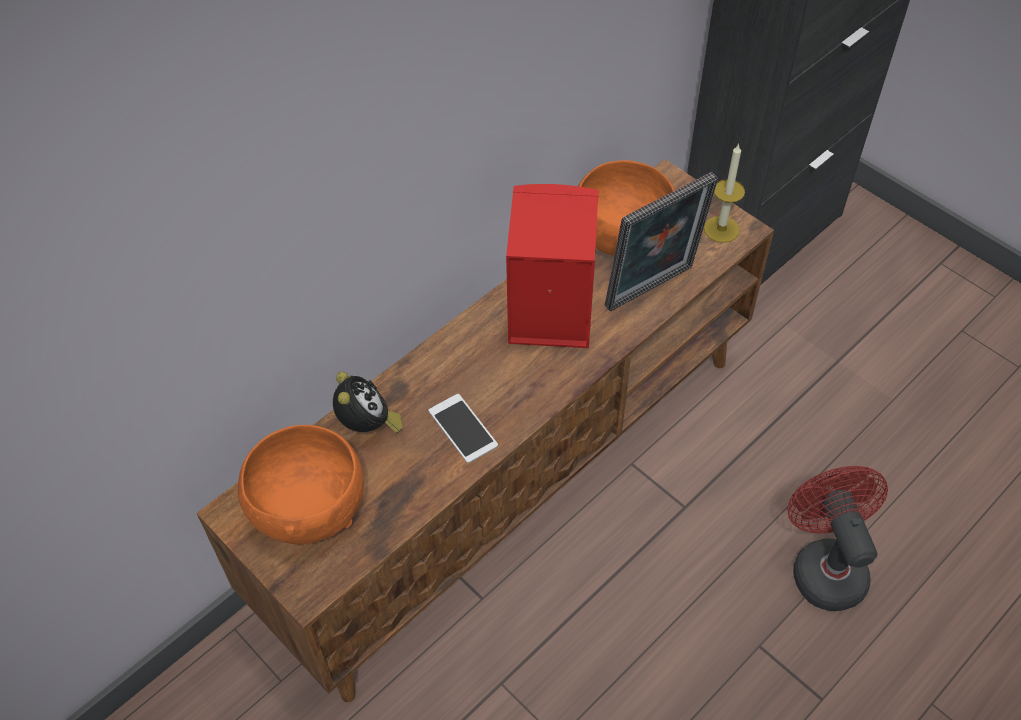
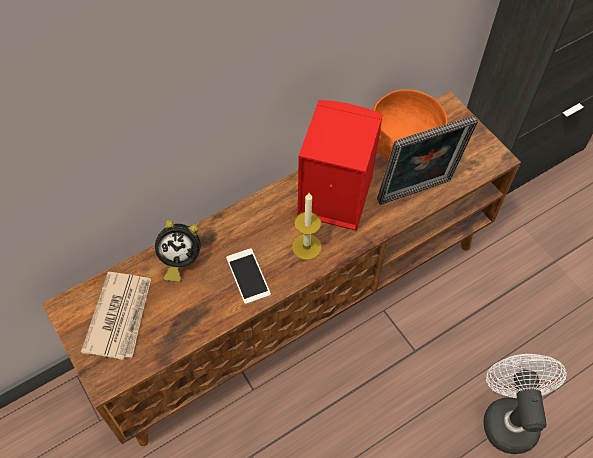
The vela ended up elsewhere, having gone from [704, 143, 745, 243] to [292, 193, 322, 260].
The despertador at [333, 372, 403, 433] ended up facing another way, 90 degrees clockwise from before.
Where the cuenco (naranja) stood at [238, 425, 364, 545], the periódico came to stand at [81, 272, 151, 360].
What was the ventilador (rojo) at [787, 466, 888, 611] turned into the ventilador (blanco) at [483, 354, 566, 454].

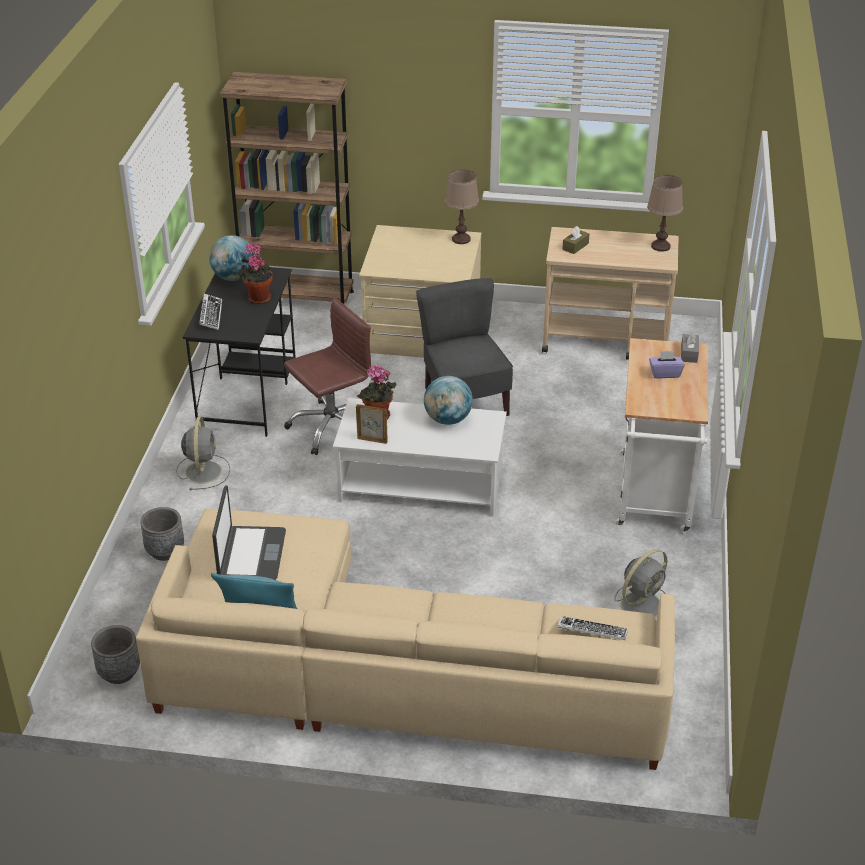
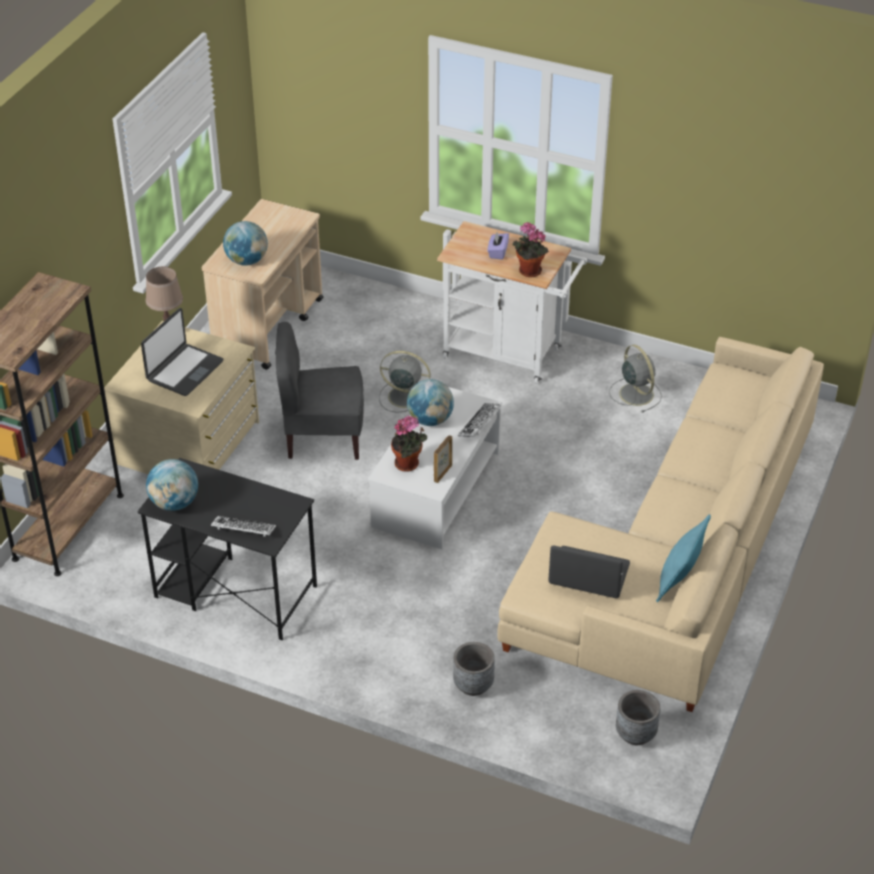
The second view lost the lámpara de mesa (marrón) at [647, 175, 683, 252].
Where the caja de pañuelos (marrón) stood at [562, 226, 589, 254], the globo terráqueo came to stand at [223, 221, 268, 266].
The planta en maceta ended up elsewhere, having gone from [240, 243, 273, 304] to [513, 222, 549, 277].
The second view lost the silla de oficina (marrón) at [284, 298, 371, 455].
The second view lost the caja de pañuelos (gris) at [681, 331, 699, 363].
The ventilador (gris) ended up elsewhere, having gone from [176, 417, 230, 491] to [379, 351, 430, 413].
The teclado ended up elsewhere, having gone from [557, 616, 628, 641] to [458, 403, 501, 437].
The second view gained the portátil at [141, 308, 224, 396].

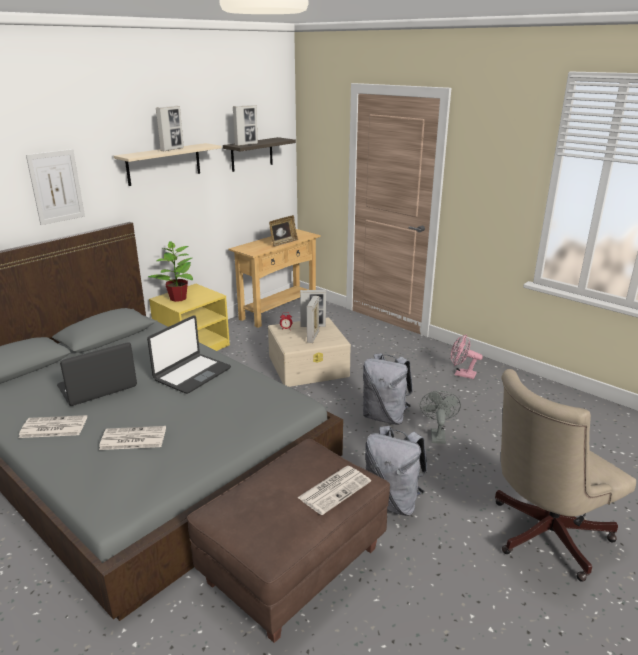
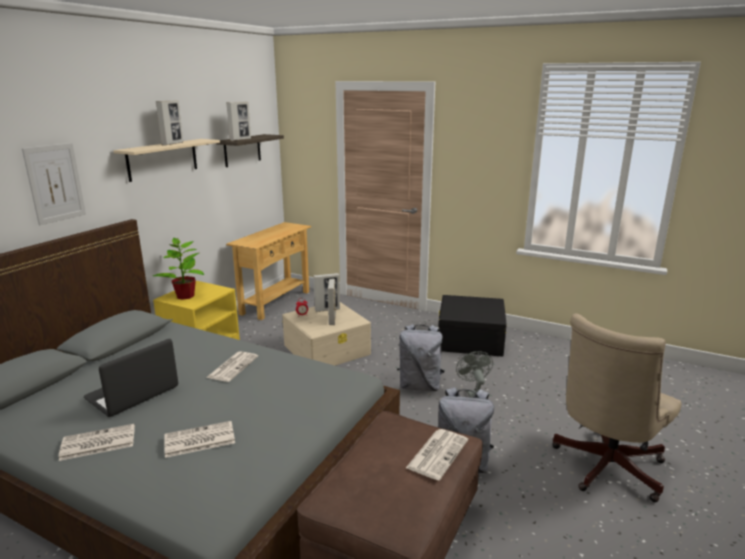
The second view lost the portarretratos at [269, 215, 298, 247].
Where the portátil stood at [147, 315, 231, 394], the periódico came to stand at [206, 351, 258, 382].
Where the ventilador (rosa) stood at [451, 334, 483, 379], the caja de almacenaje (negro) came to stand at [438, 295, 507, 357].

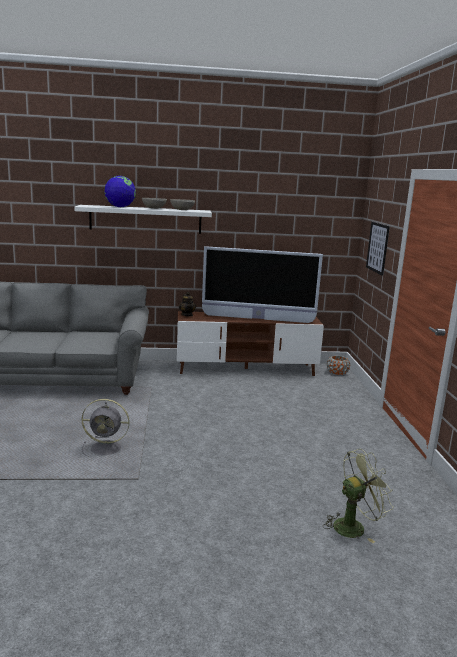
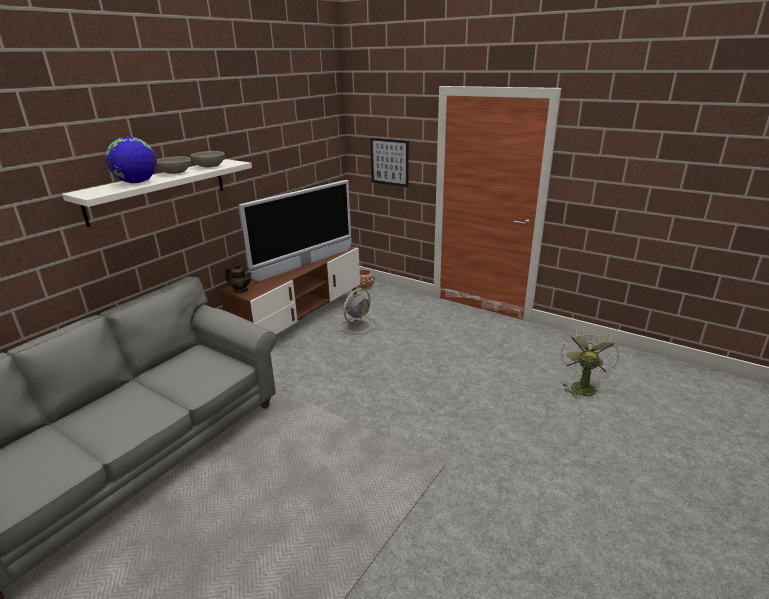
The ventilador (gris) ended up elsewhere, having gone from [82, 399, 130, 457] to [341, 288, 377, 335].

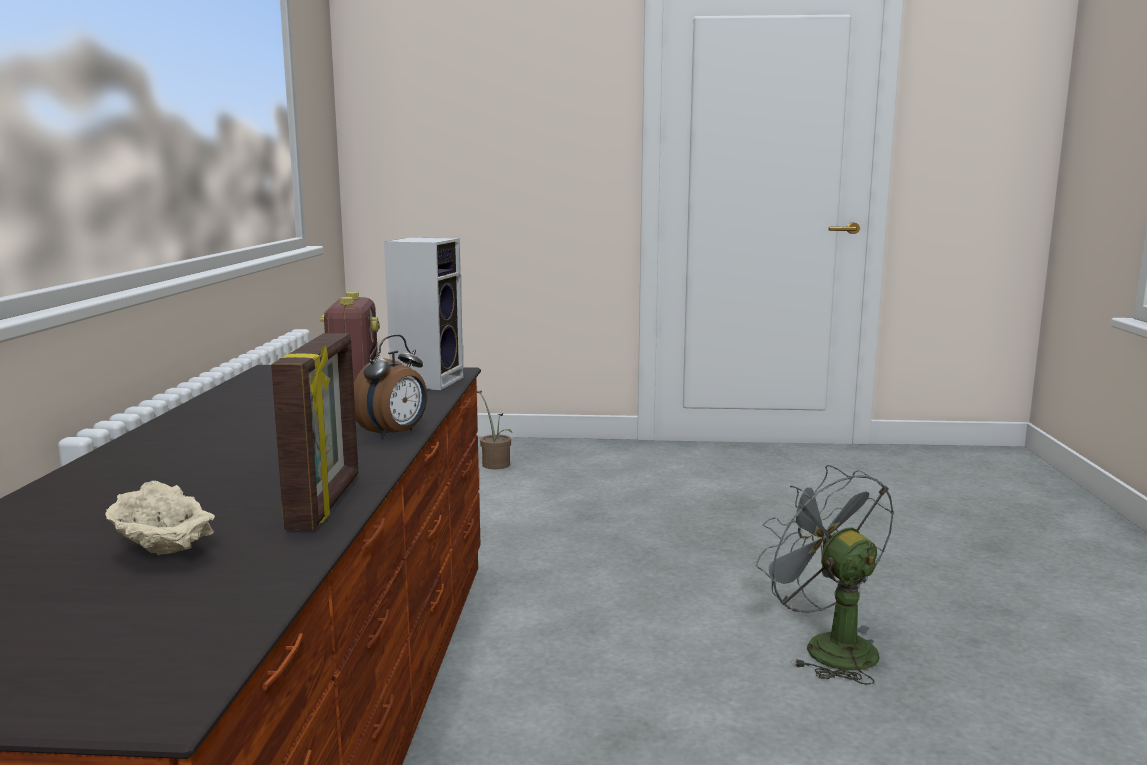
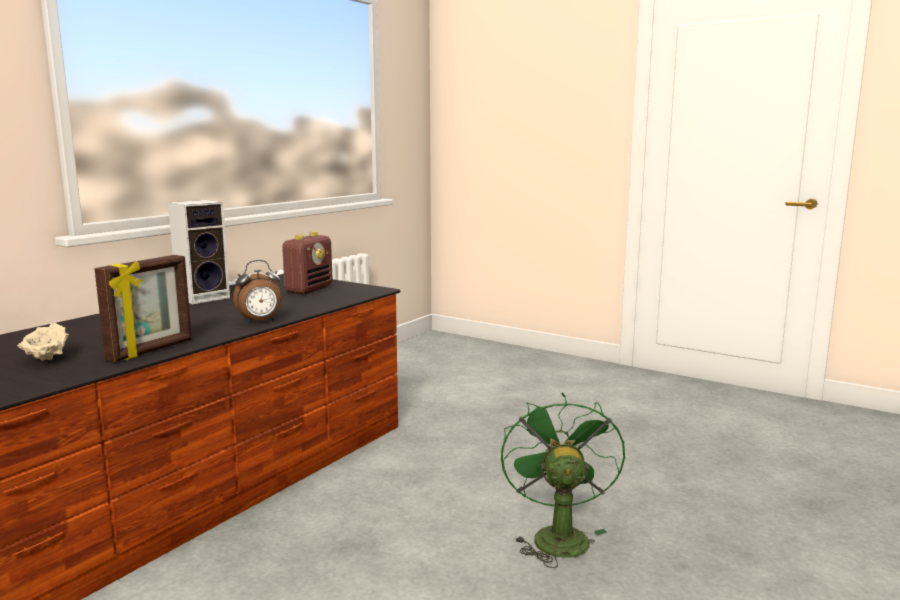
The altavoz ended up elsewhere, having gone from [384, 237, 463, 390] to [168, 200, 230, 304].
The second view lost the planta en maceta at [477, 390, 512, 469].
What was the ventilador (gris) at [756, 465, 894, 685] turned into the ventilador (verde) at [501, 393, 625, 568].

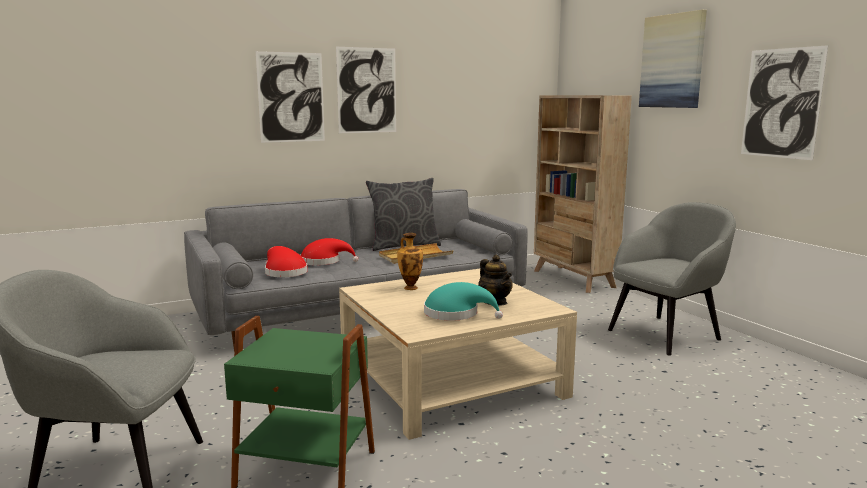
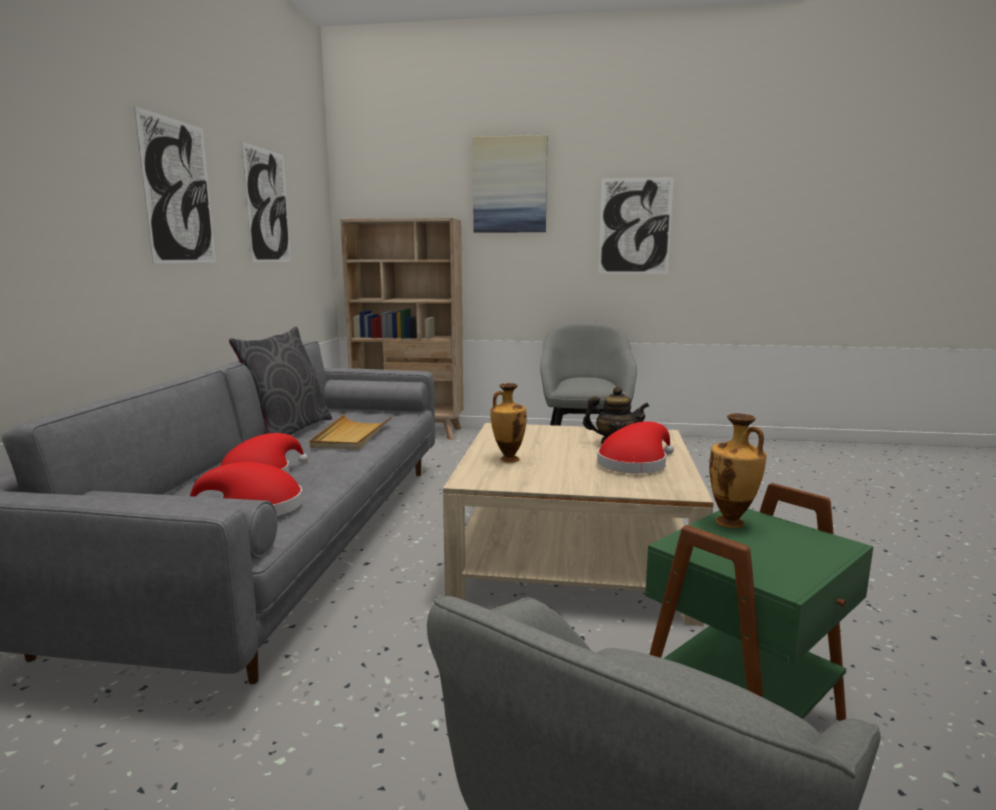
The cuadro ended up elsewhere, having gone from [256, 51, 325, 143] to [242, 142, 291, 262].
What was the sombrero (turquesa) at [424, 282, 503, 321] turned into the sombrero (rojo) at [597, 421, 674, 474].
The second view gained the florero at [709, 413, 767, 528].

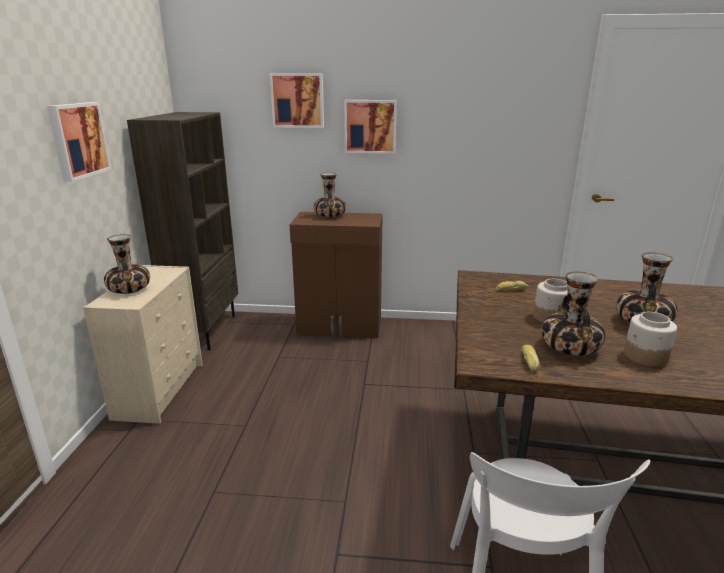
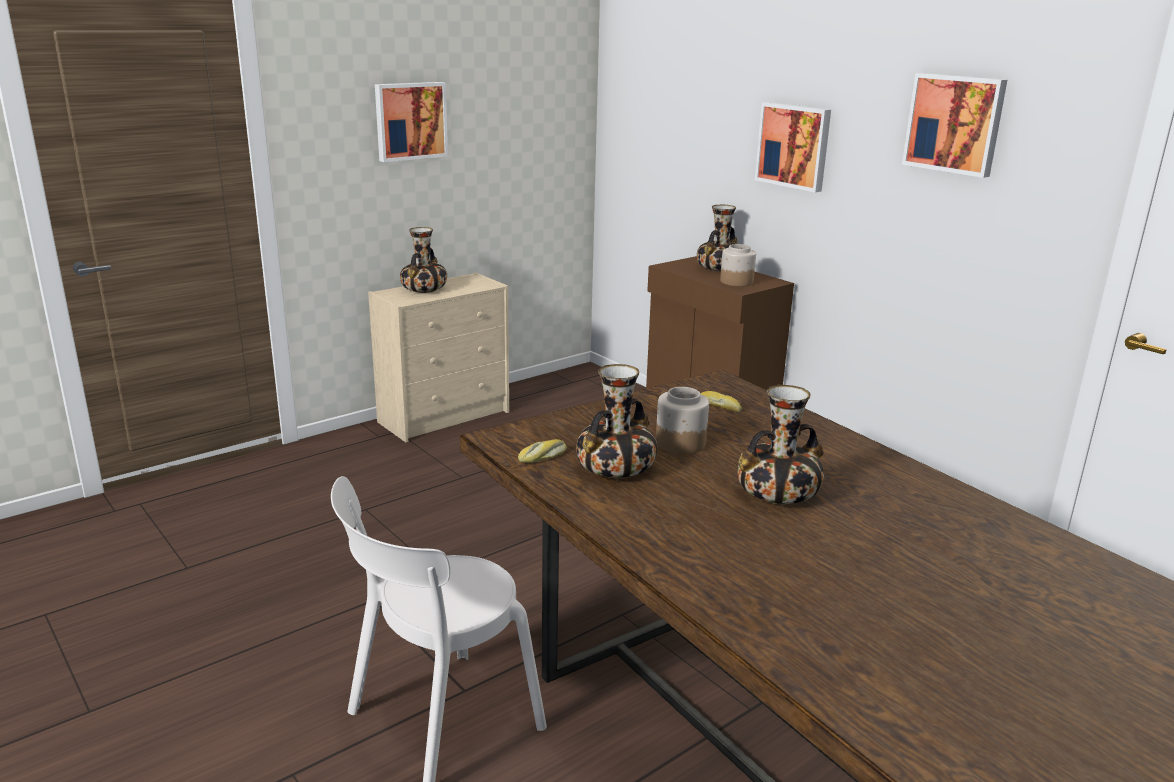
The cuadro ended up elsewhere, having gone from [270, 73, 324, 128] to [902, 73, 1007, 178].
The second view lost the estantería (marrón) at [127, 112, 238, 350].
The tarro ended up elsewhere, having gone from [624, 312, 677, 367] to [720, 244, 756, 287].

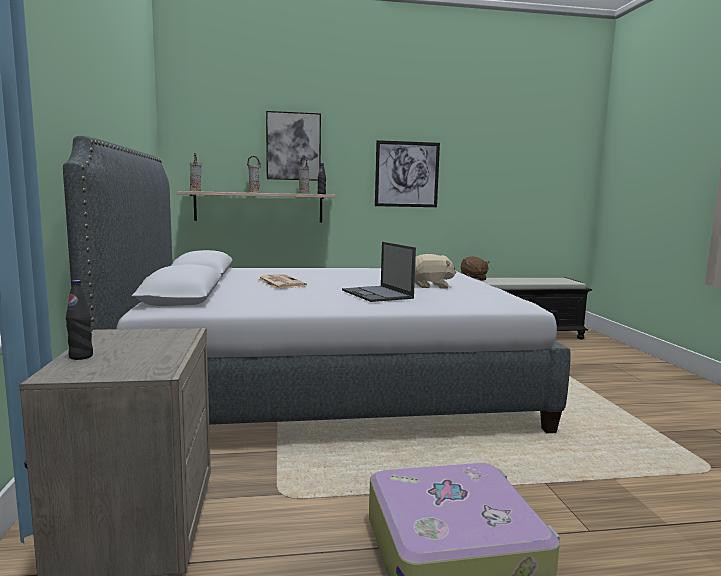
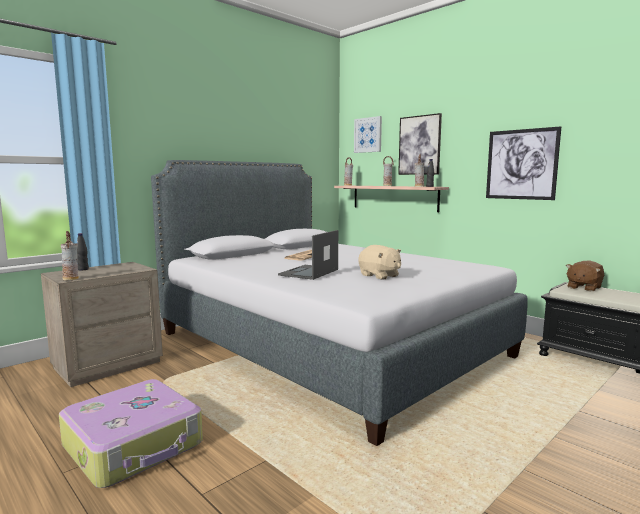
The second view gained the cuadro at [354, 116, 382, 153].
The second view gained the florero at [61, 231, 79, 280].

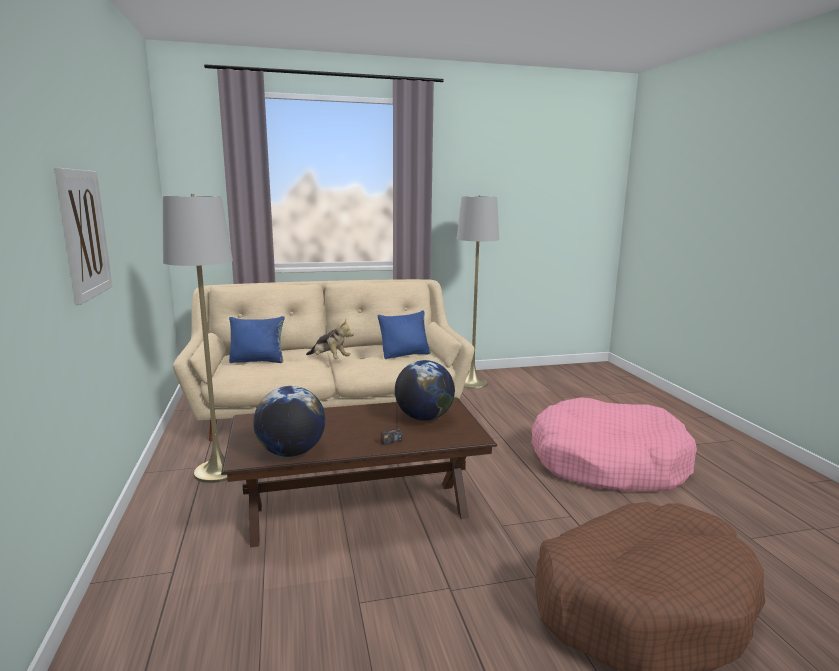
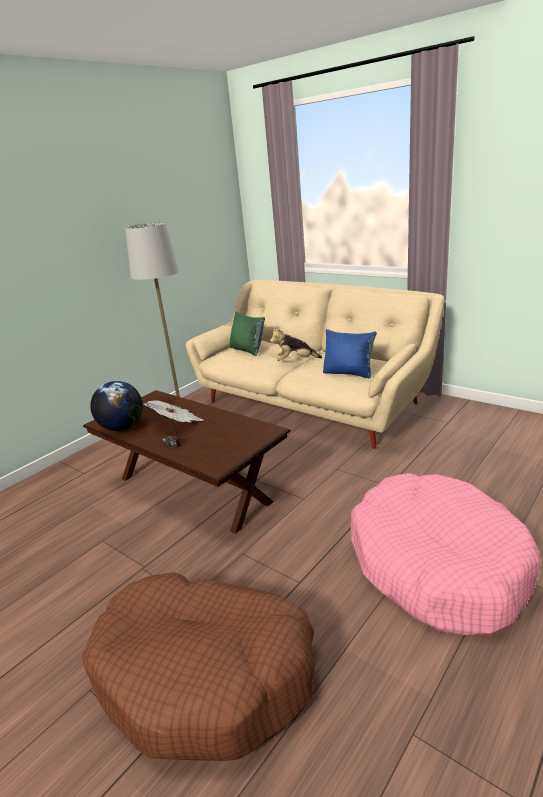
The second view lost the cuadro at [54, 168, 112, 305].
The second view lost the lámpara de pie (gris) at [456, 195, 499, 389].
What was the cojín (azul) at [229, 316, 285, 363] turned into the cojín (verde) at [230, 311, 265, 356].
The peluche at [306, 319, 354, 359] ended up facing another way, 90 degrees clockwise from before.
The second view lost the globo terráqueo at [395, 360, 455, 421].
The second view gained the periódico at [144, 400, 204, 423].

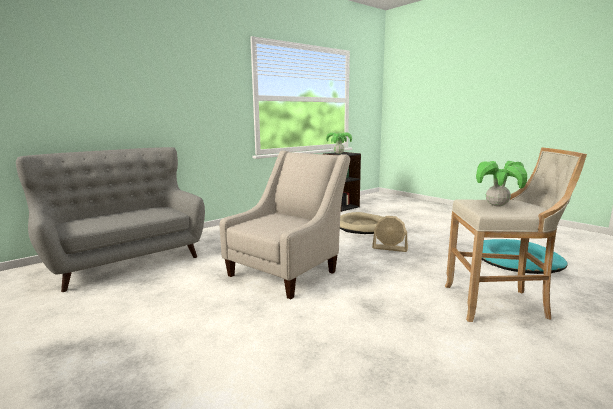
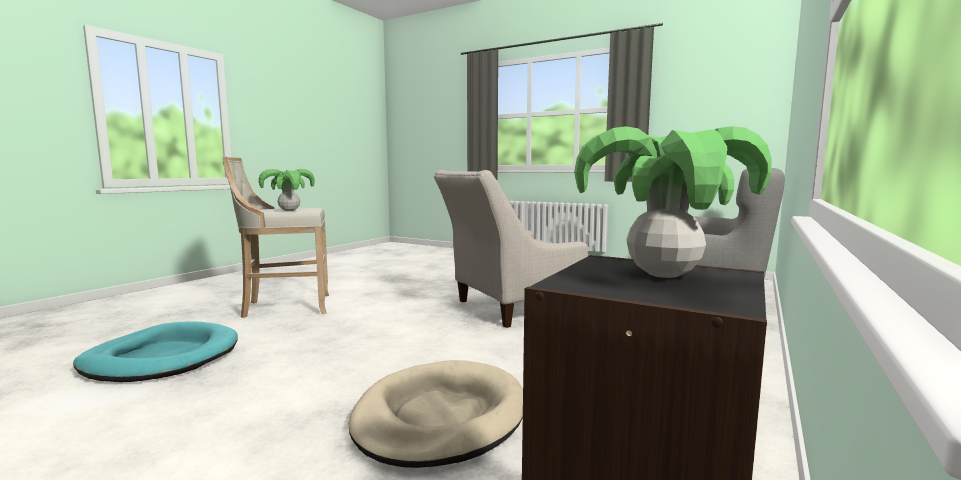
The sillón (beis) at [220, 151, 350, 299] ended up facing another way, 45 degrees clockwise from before.
The second view lost the ventilador (beis) at [372, 216, 408, 252].

